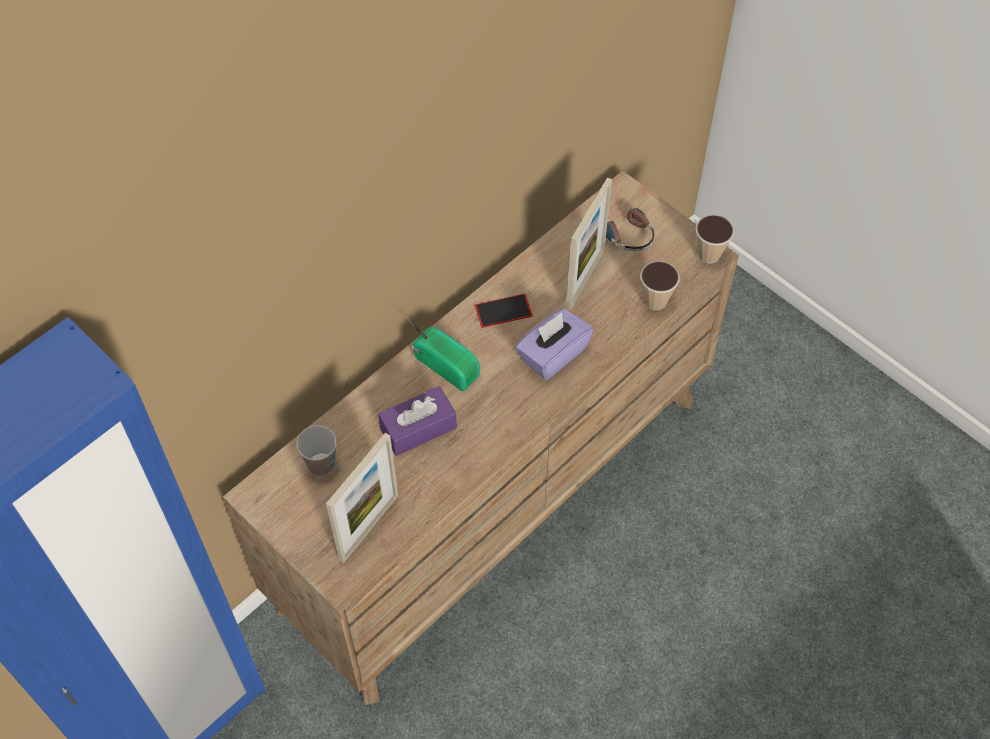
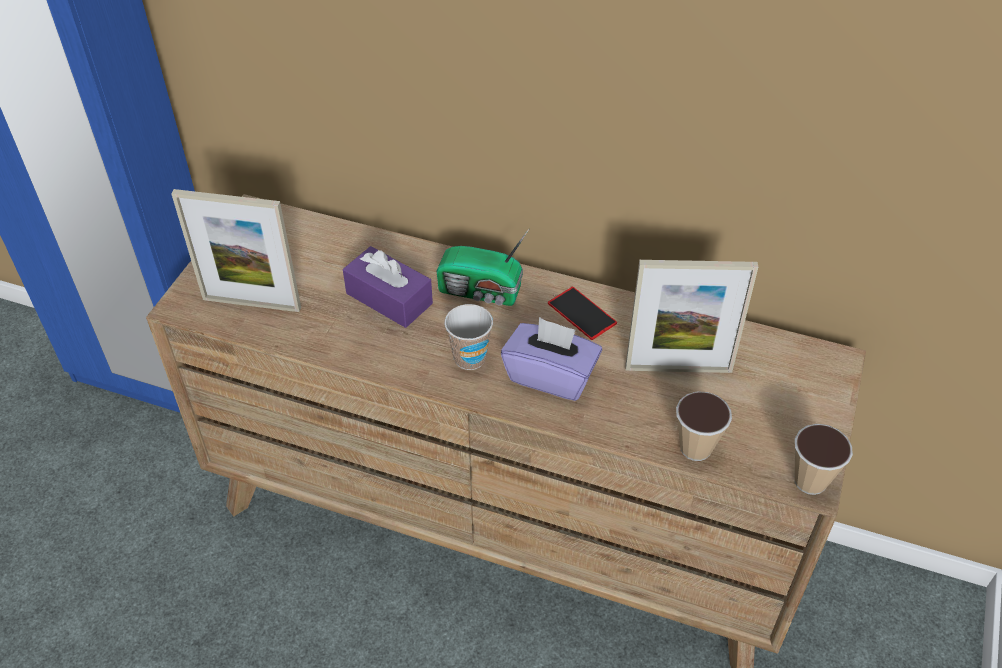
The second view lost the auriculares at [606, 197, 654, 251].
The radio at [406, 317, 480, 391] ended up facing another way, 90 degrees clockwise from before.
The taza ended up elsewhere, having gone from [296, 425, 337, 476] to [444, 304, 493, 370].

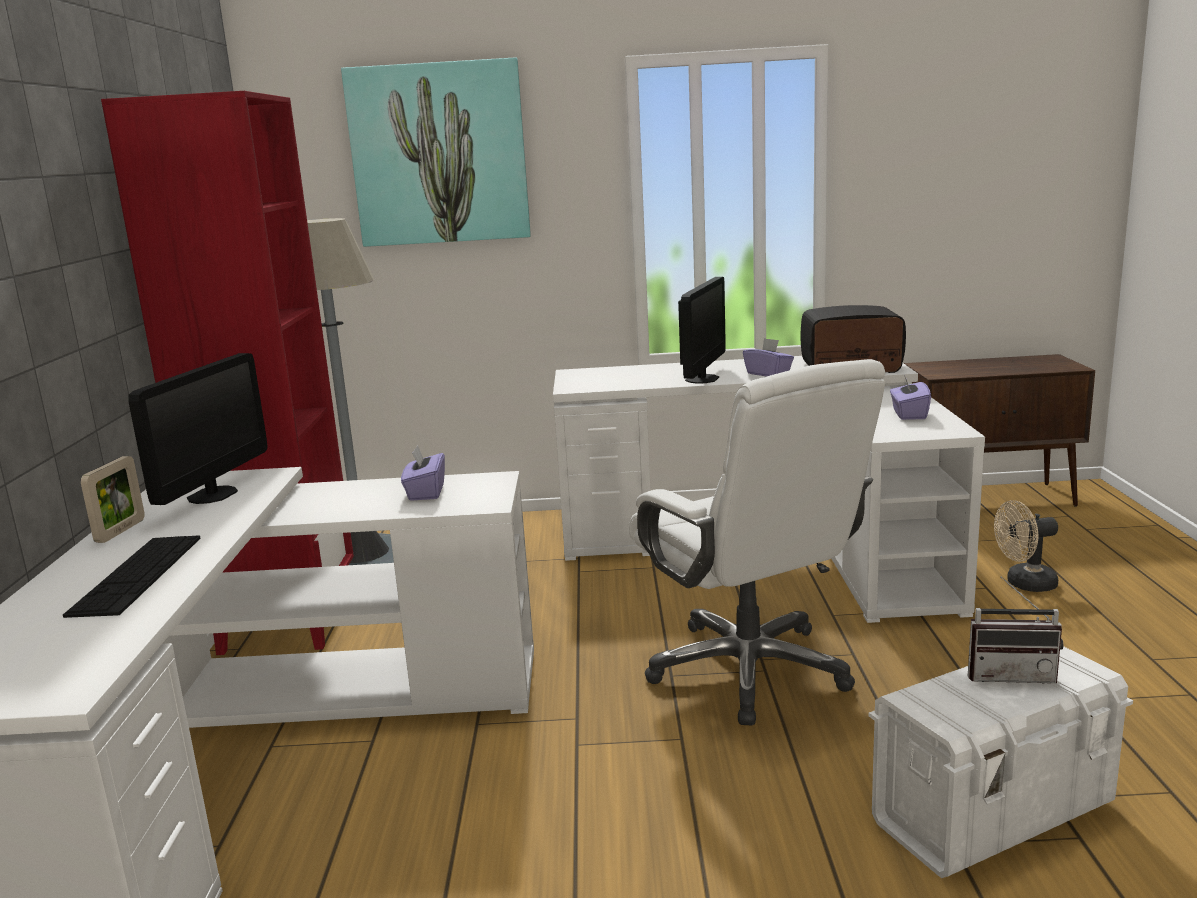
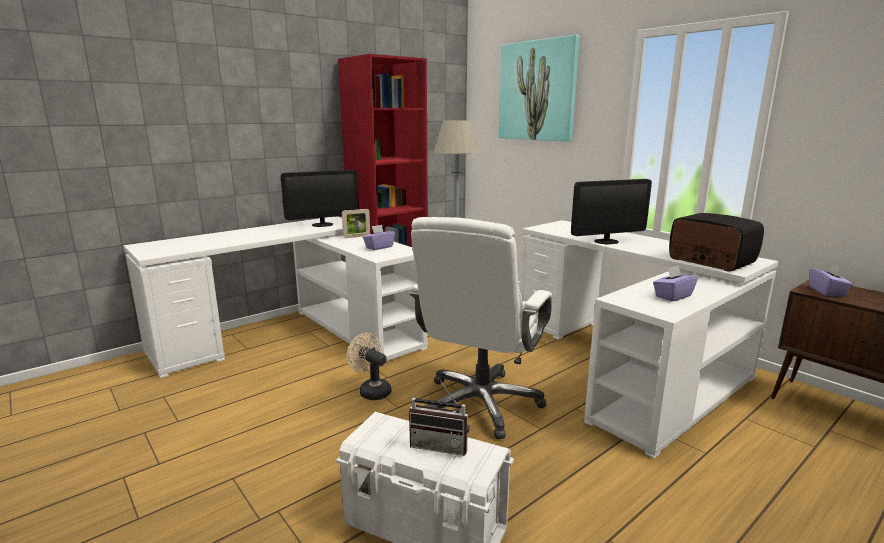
The caja de pañuelos (morado) ended up elsewhere, having gone from [743, 338, 794, 377] to [809, 264, 853, 297].
The portarretratos ended up elsewhere, having gone from [81, 456, 145, 543] to [342, 209, 370, 238].
The ventilador (beis) ended up elsewhere, having gone from [994, 500, 1058, 592] to [347, 333, 391, 400].
The second view lost the teclado at [63, 535, 201, 618].
The radio at [968, 576, 1063, 684] ended up facing another way, 45 degrees counterclockwise from before.

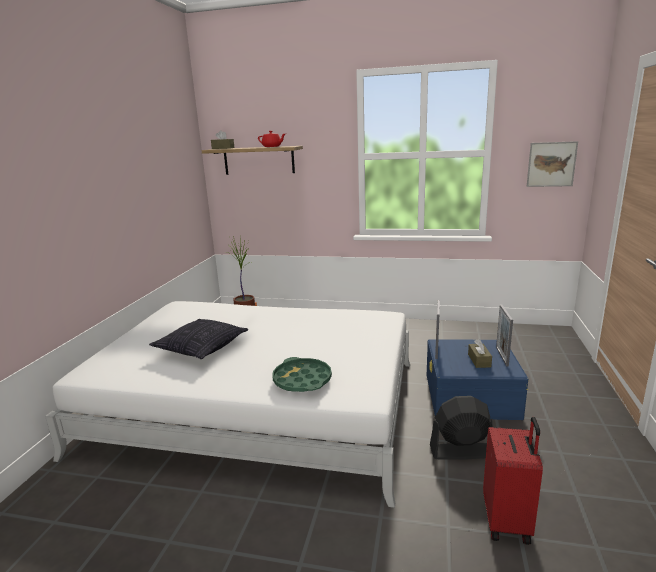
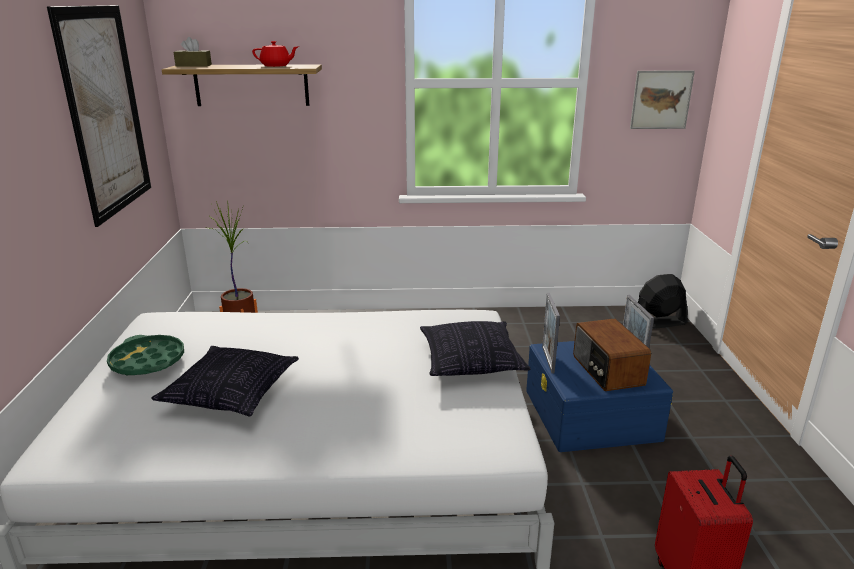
Where the caja de pañuelos (marrón) stood at [468, 339, 492, 368], the radio came to stand at [573, 319, 651, 391].
The bandeja (verde) ended up elsewhere, having gone from [273, 357, 332, 392] to [107, 335, 184, 375].
The ventilador (negro) ended up elsewhere, having gone from [430, 396, 493, 460] to [638, 274, 688, 329].
The second view gained the cuadro at [47, 5, 151, 227].
The second view gained the cojín at [420, 321, 531, 376].

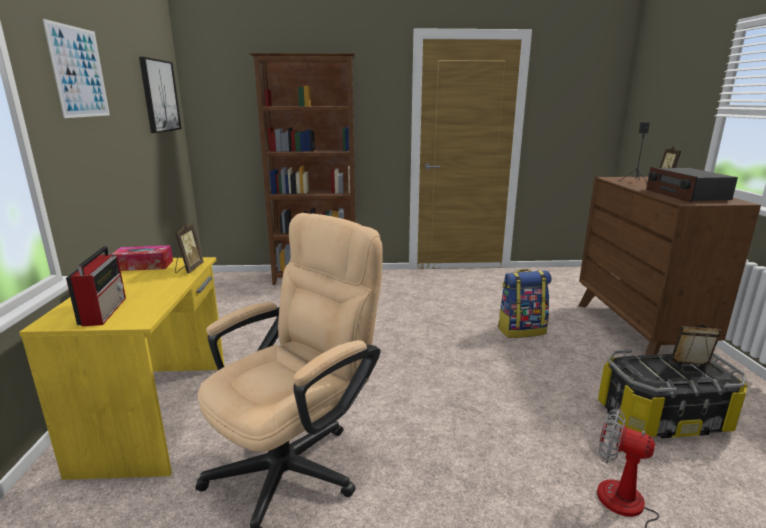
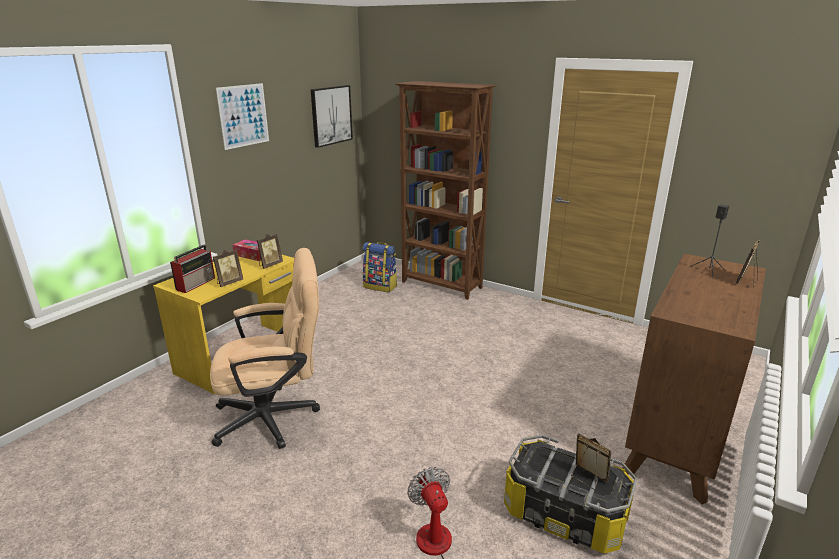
The second view lost the radio at [646, 167, 738, 203].
The mochila ended up elsewhere, having gone from [498, 269, 552, 338] to [363, 242, 397, 292].
The second view gained the portarretratos at [213, 250, 243, 287].

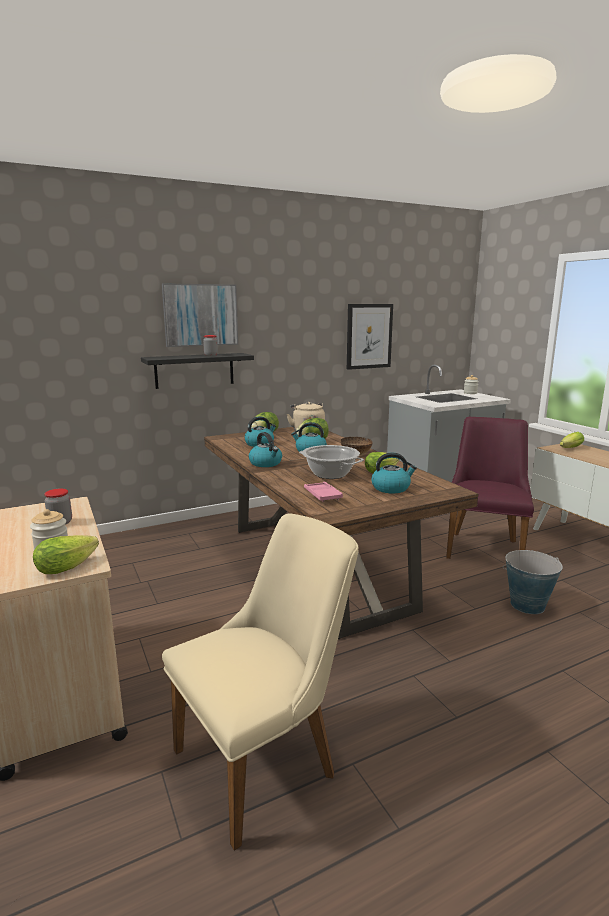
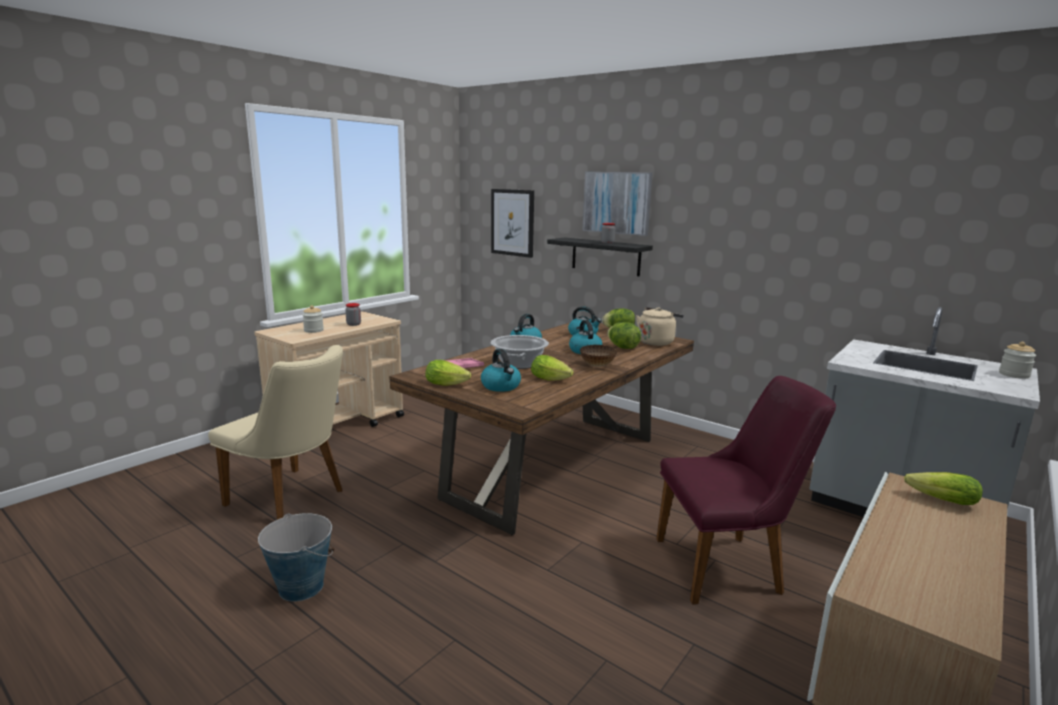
The cuadro ended up elsewhere, having gone from [347, 304, 393, 370] to [491, 189, 534, 258].
The lechuga ended up elsewhere, having gone from [33, 535, 99, 574] to [425, 360, 471, 386].
The cubo ended up elsewhere, having gone from [503, 550, 563, 614] to [258, 513, 335, 602].

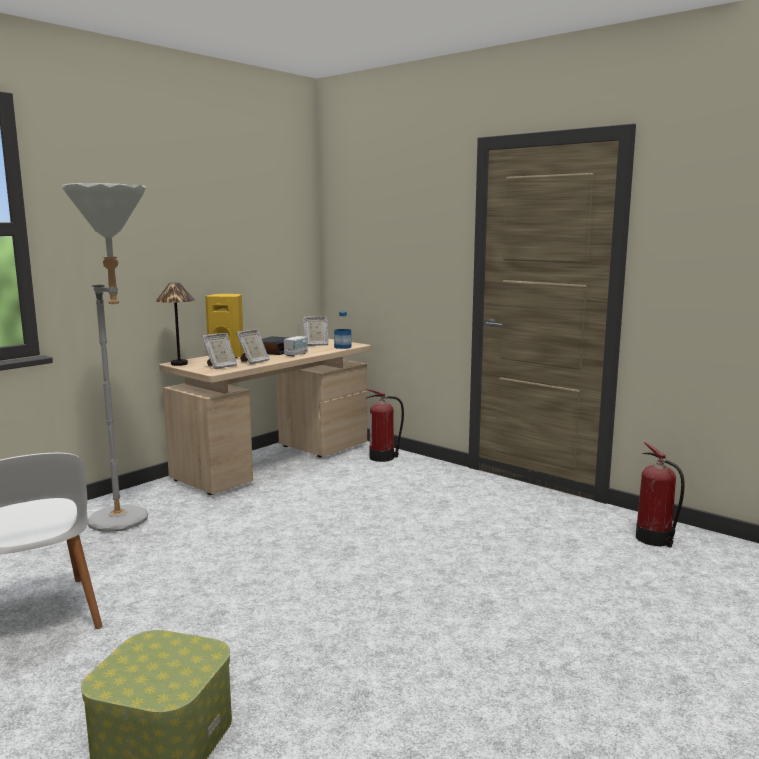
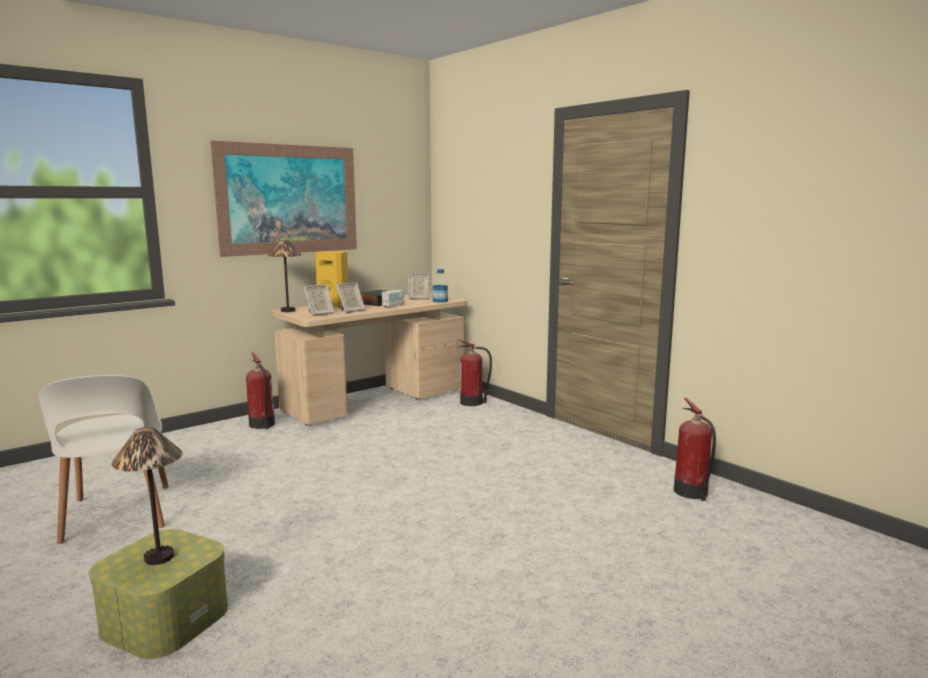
The second view lost the lámpara de pie (gris) at [62, 183, 148, 532].
The second view gained the cuadro at [210, 141, 357, 257].
The second view gained the extintor at [246, 352, 275, 429].
The second view gained the lámpara de mesa at [112, 427, 183, 565].

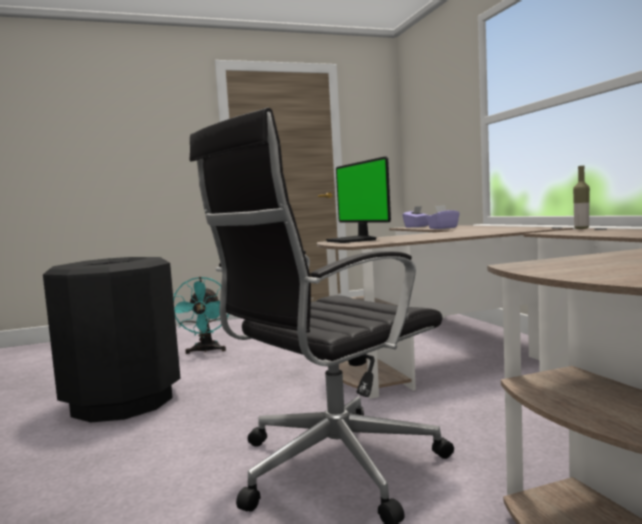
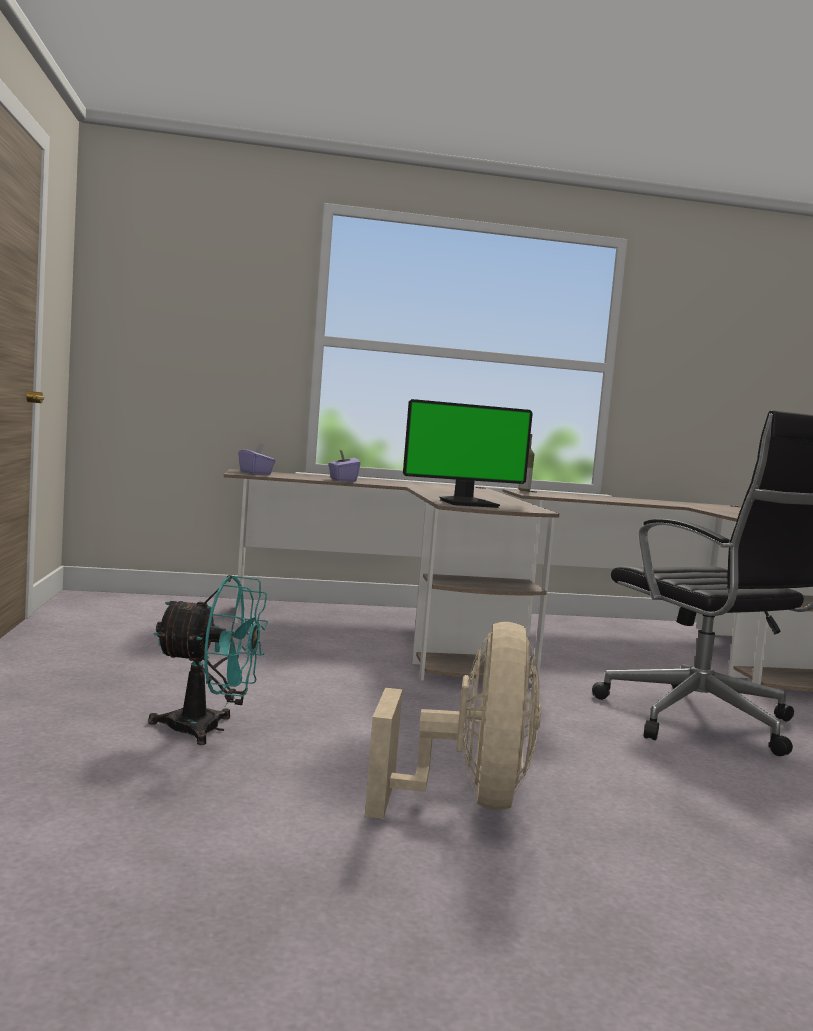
Where the papelera (negro) stood at [43, 257, 181, 422], the ventilador (beis) came to stand at [365, 622, 541, 819].

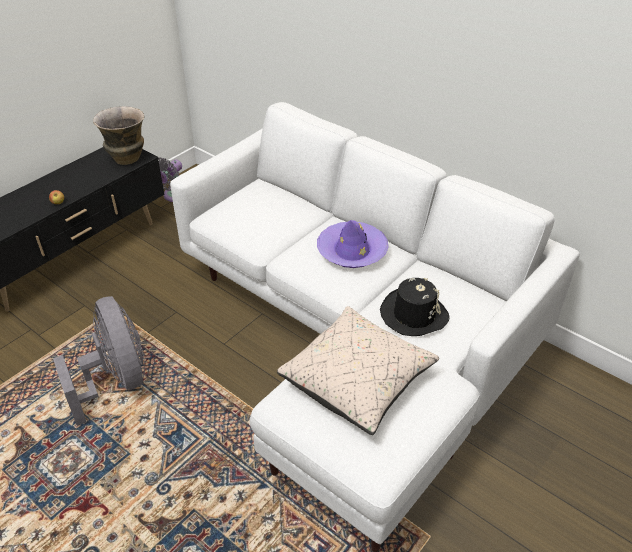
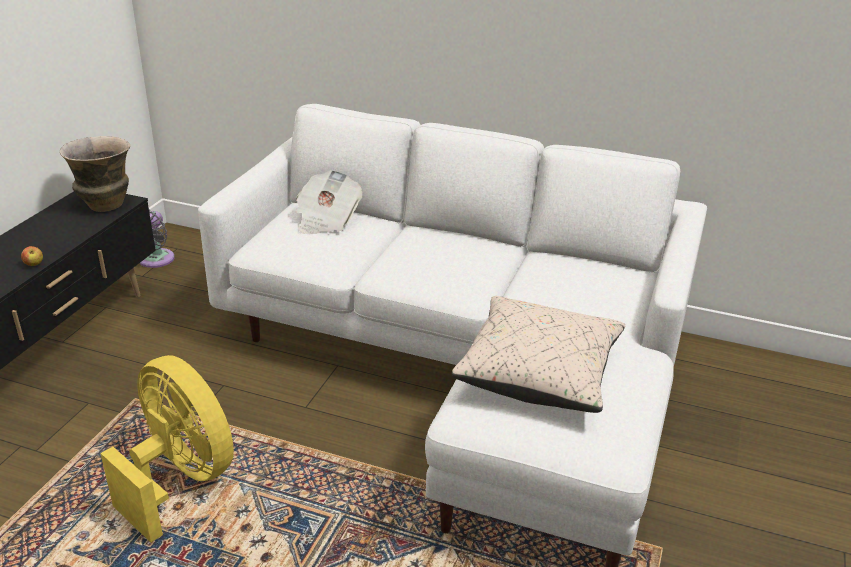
The second view lost the sombrero (morado) at [317, 220, 389, 268].
The second view lost the sombrero (negro) at [380, 277, 450, 336].
What was the ventilador (gris) at [53, 296, 145, 426] turned into the ventilador (amarillo) at [100, 355, 234, 542].
The second view gained the periódico at [296, 170, 363, 234].

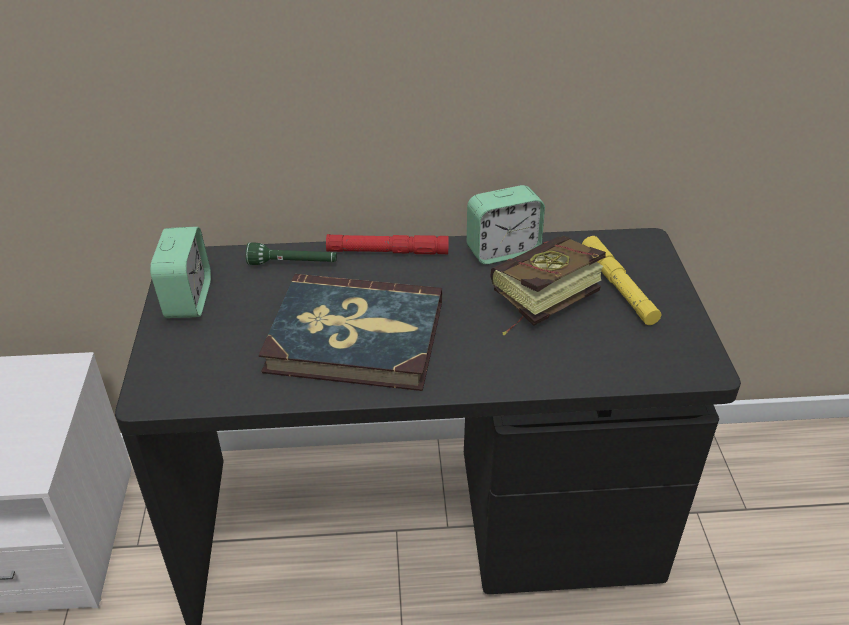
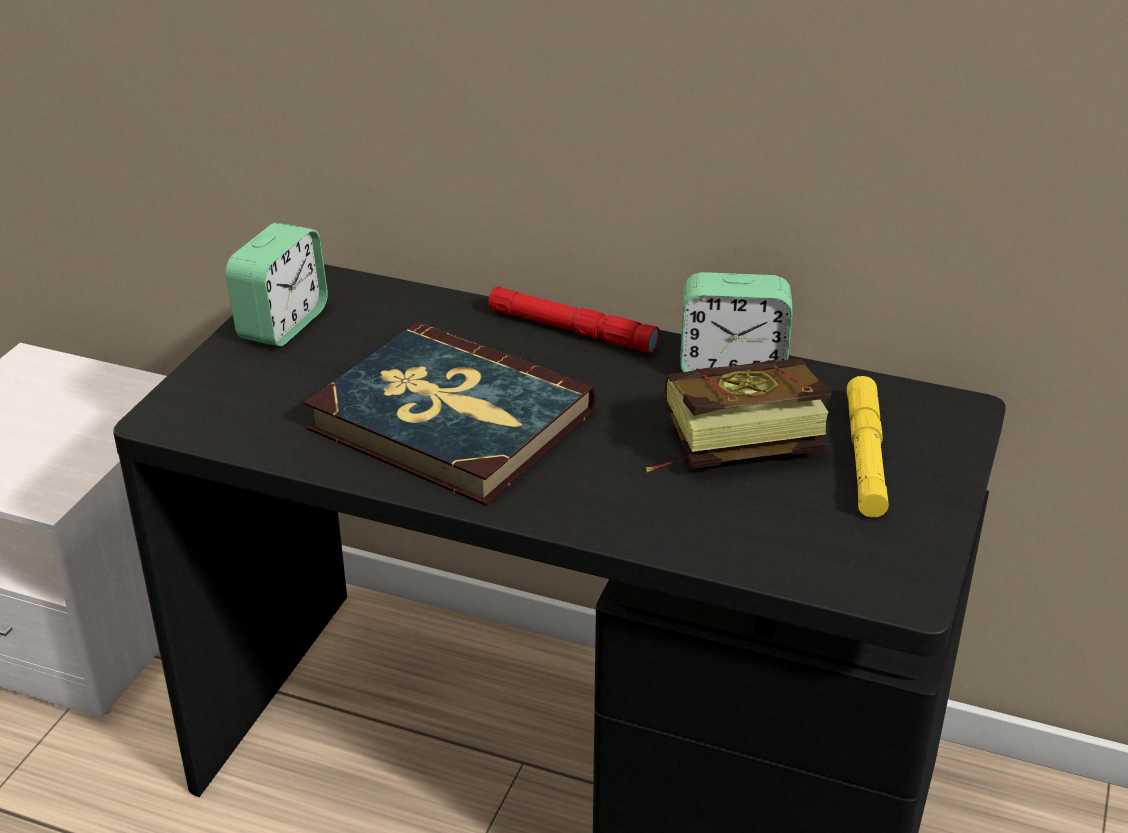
The second view lost the linterna (verde) at [246, 243, 337, 265].

